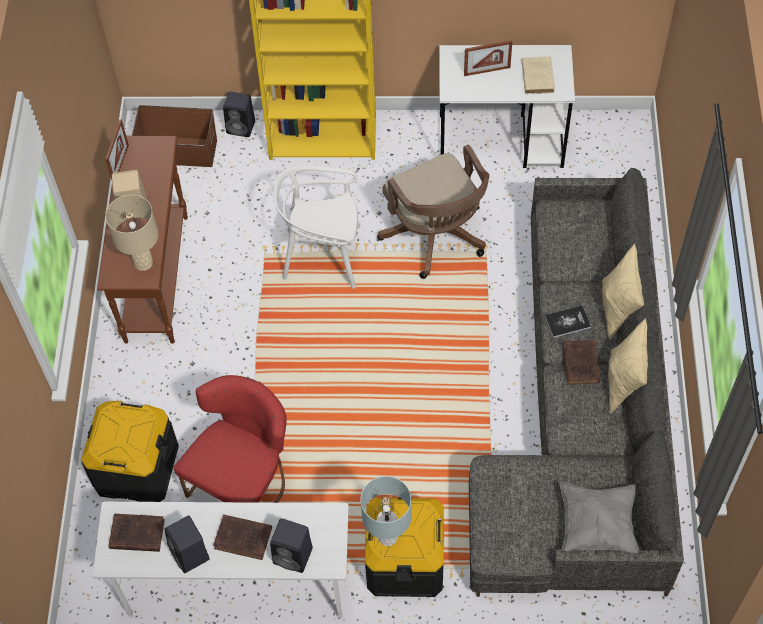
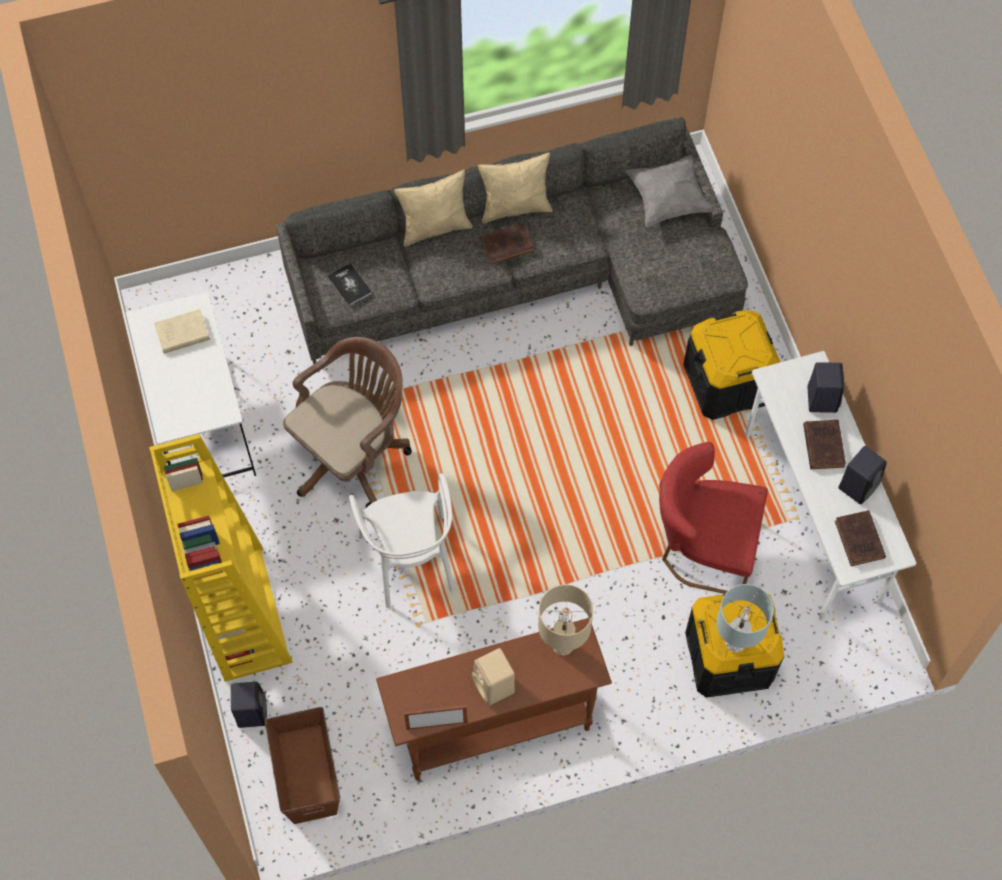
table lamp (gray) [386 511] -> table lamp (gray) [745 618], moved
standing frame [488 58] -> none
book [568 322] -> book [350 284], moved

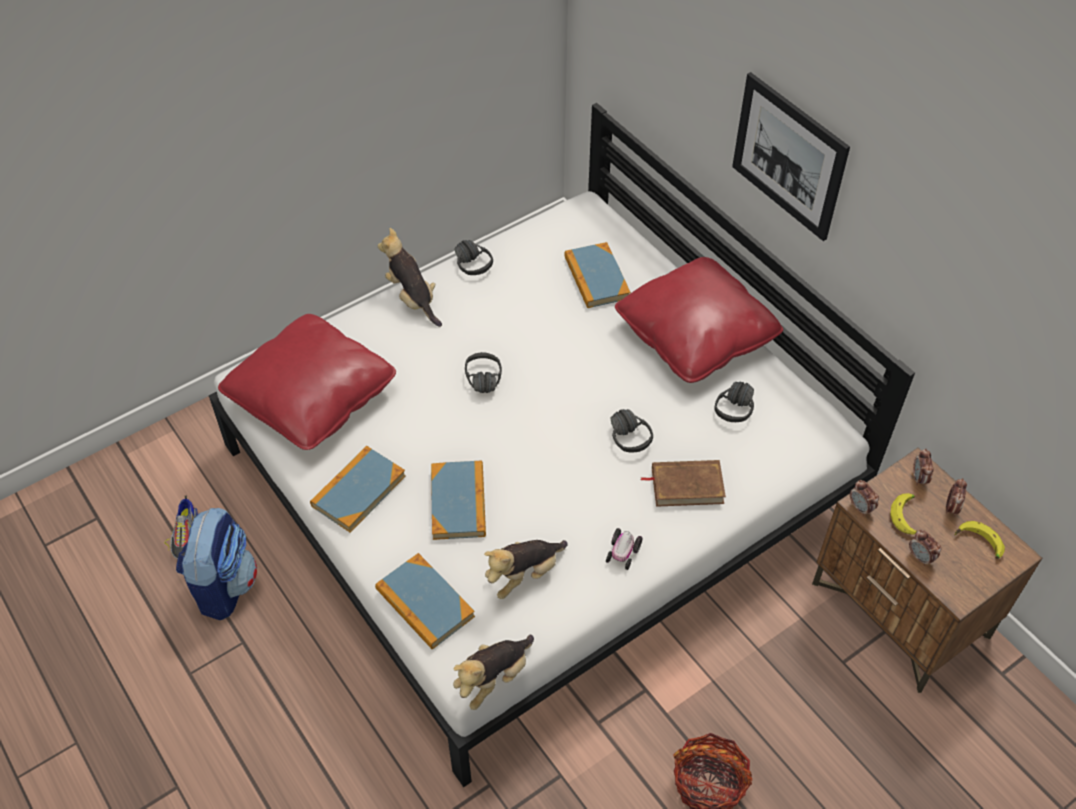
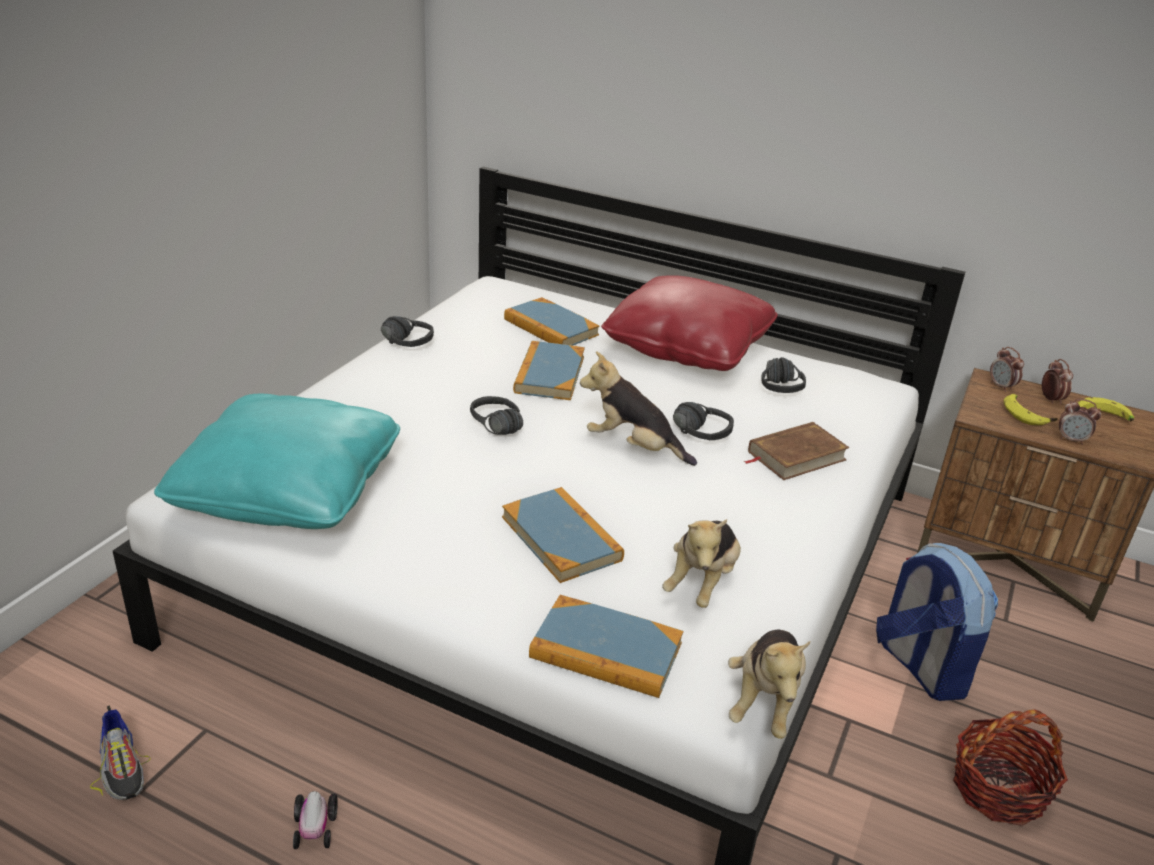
backpack [216 564] -> backpack [937 622], moved
pillow (red) [307 382] -> pillow (turquoise) [277 461]
book [358 489] -> book [549 370], moved
soft toy [410 277] -> soft toy [638 408], moved
model car [624 549] -> model car [315 820], moved
wall art [791 156] -> none
bedside clock [864 498] -> none

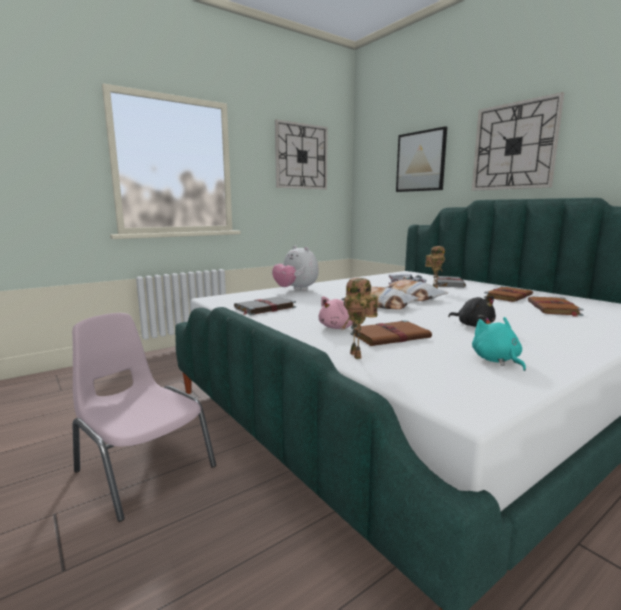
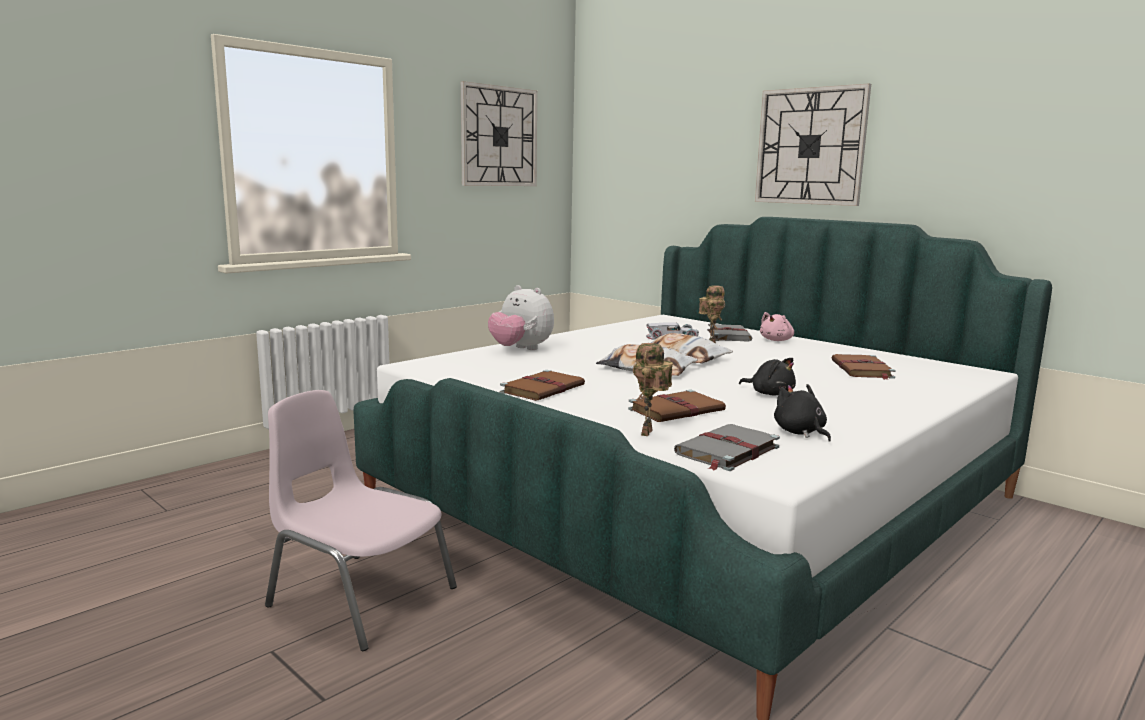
book (gray) [265 305] -> book (gray) [727 447], moved
soft toy (pink) [336 312] -> soft toy (pink) [777 326], moved
model robot [359 318] -> model robot [653 389], 45 degrees clockwise
wall art [421 159] -> none
soft toy (turquoise) [499 344] -> soft toy (black) [802 413]
book (brownish) [508 294] -> book (brownish) [542 385], moved

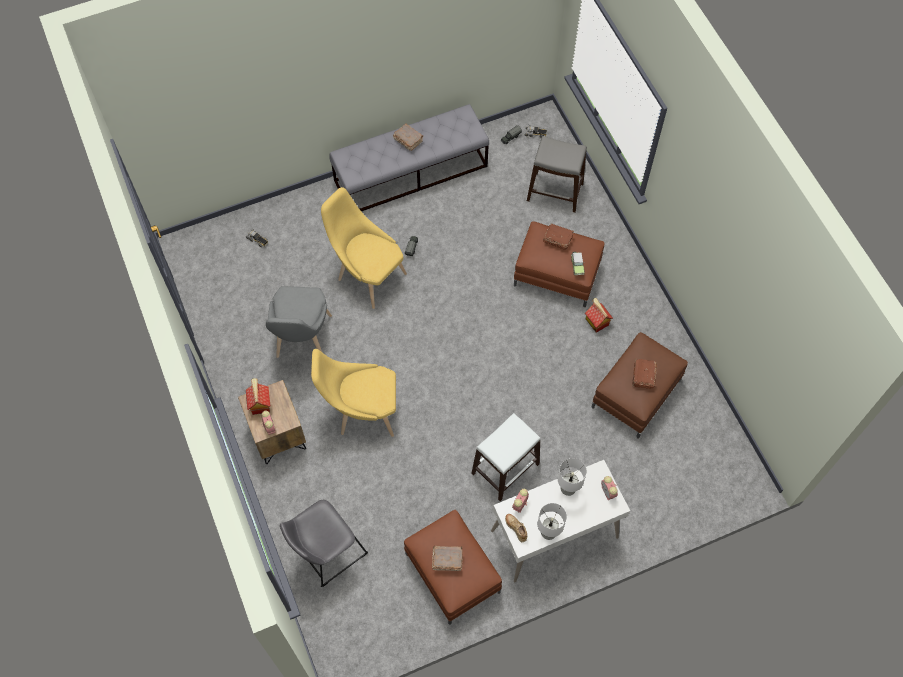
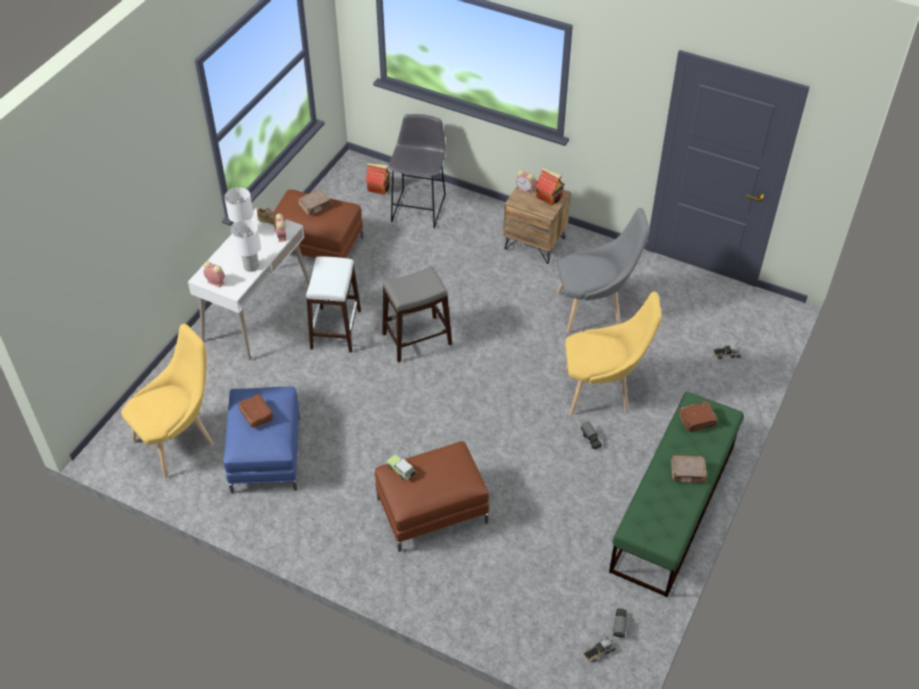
upright chair (gray) [299 322] -> upright chair (gray) [603 270], 120 degrees clockwise
upright chair (yellow) [353 393] -> upright chair (yellow) [167 401], moved
bench (gray) [409 157] -> bench (green-coloured) [676 494]
stool seat (gray) [557 174] -> stool seat (gray) [417 315], moved
book (brownish) [558 236] -> book (brownish) [698 417], moved
model house [599 315] -> model house [377 179], moved
pouffe (brownish) [639 385] -> pouffe (blue-coloured) [262 440]

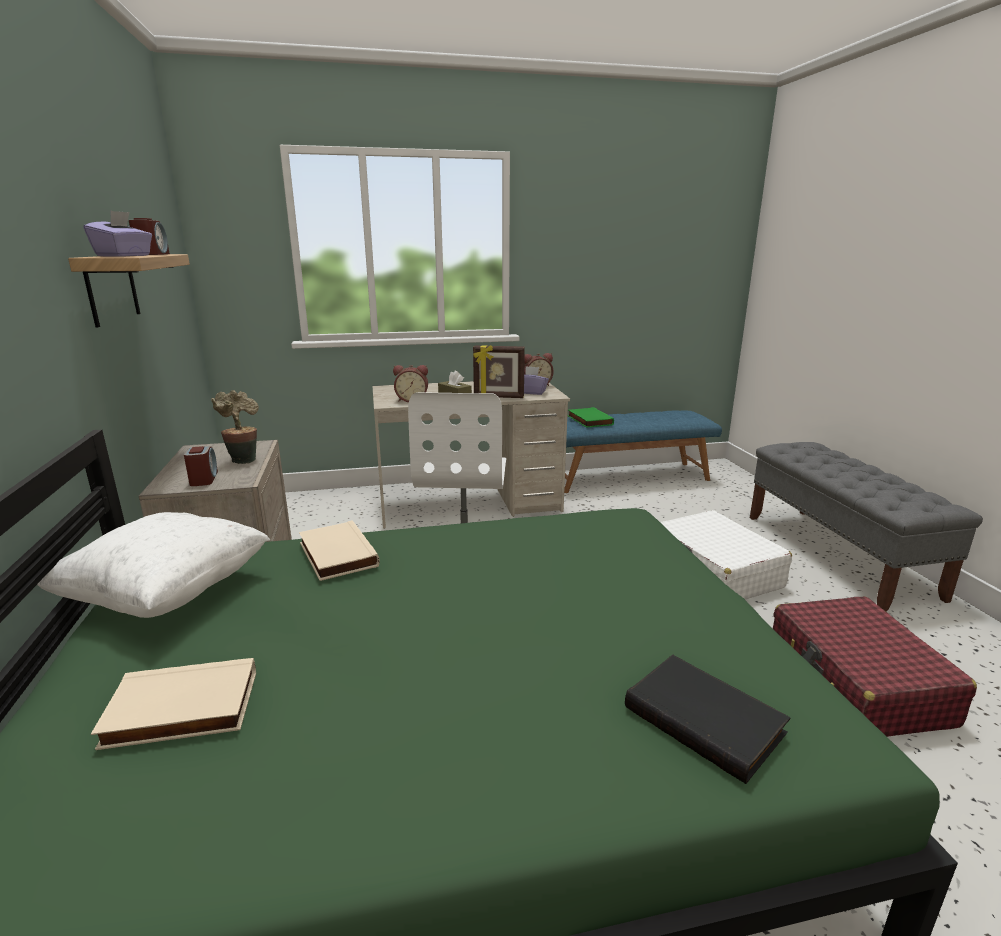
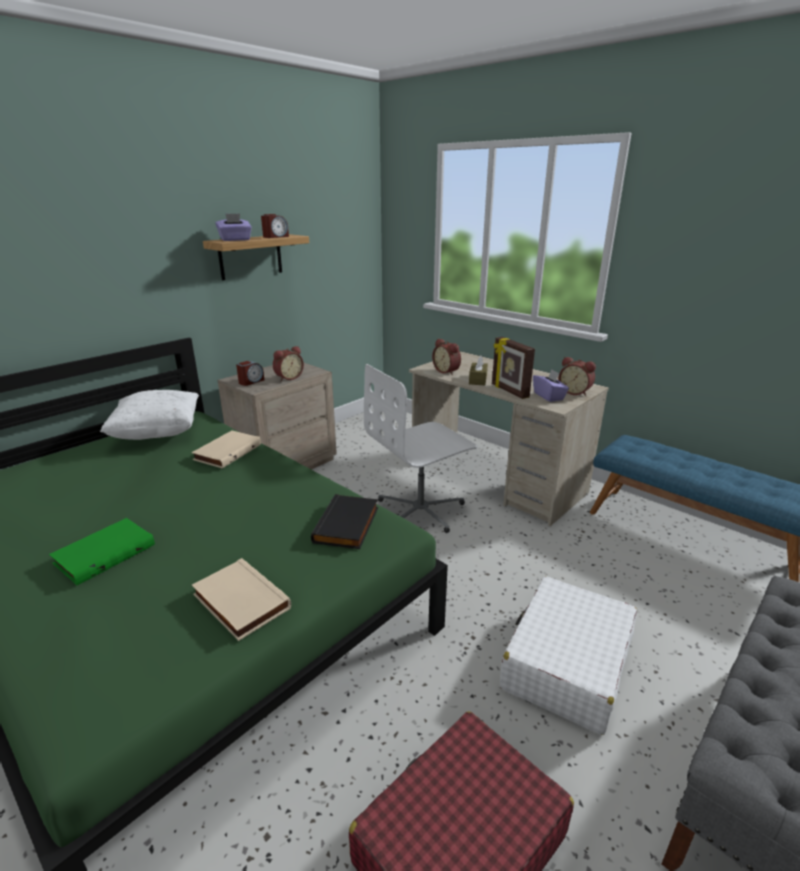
book (beige) [173 704] -> book (beige) [241 599], moved
potted plant [235 427] -> bedside clock [288 363]
book (green-coloured) [591 417] -> book (green-coloured) [102 551], moved
book (black) [708 719] -> book (black) [344 521], moved

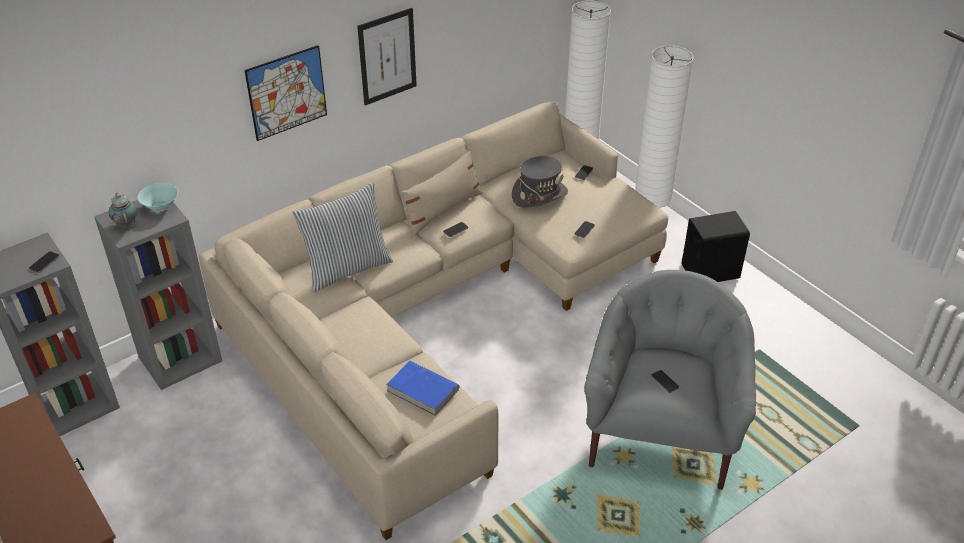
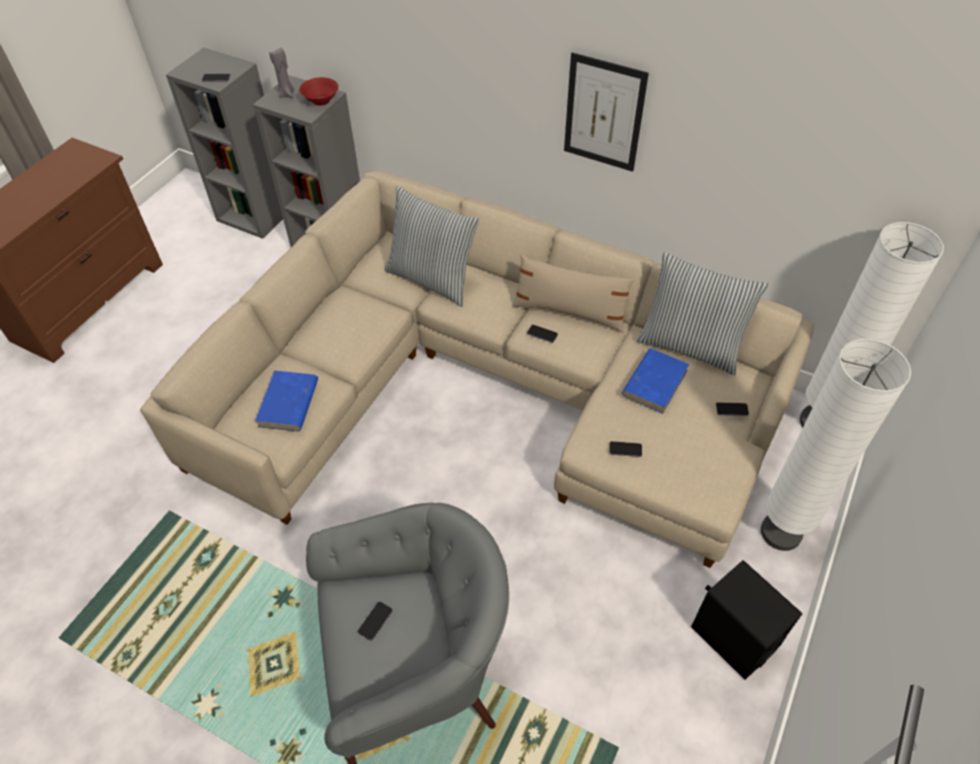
teapot [122 210] -> wax candle (gray) [281 73]
bowl (turquoise) [157 197] -> bowl (red) [318 91]
wall art [285 93] -> none
clothing hat (gray) [540 182] -> book (blue-coloured) [655 381]
none -> pillow [703 314]

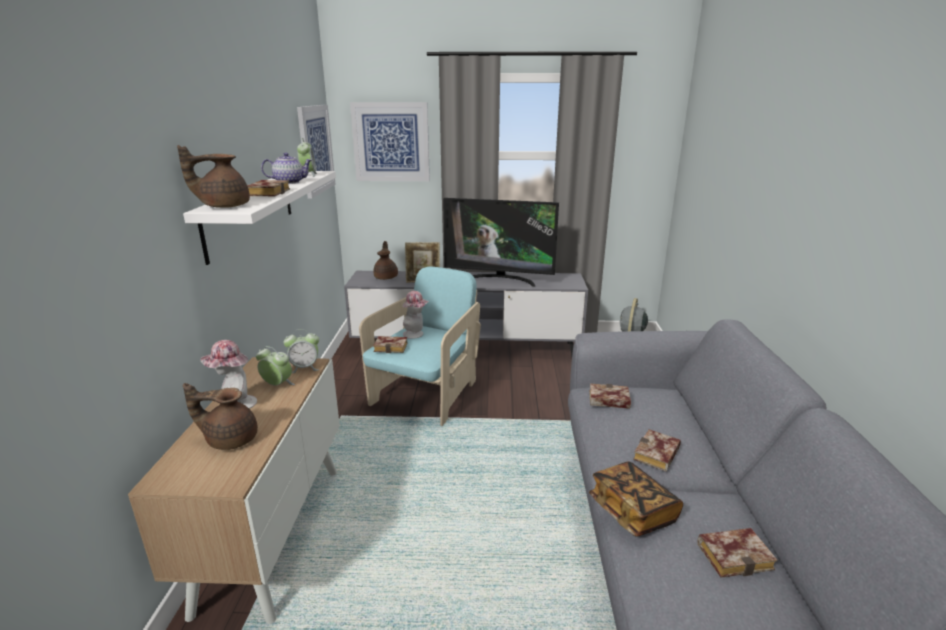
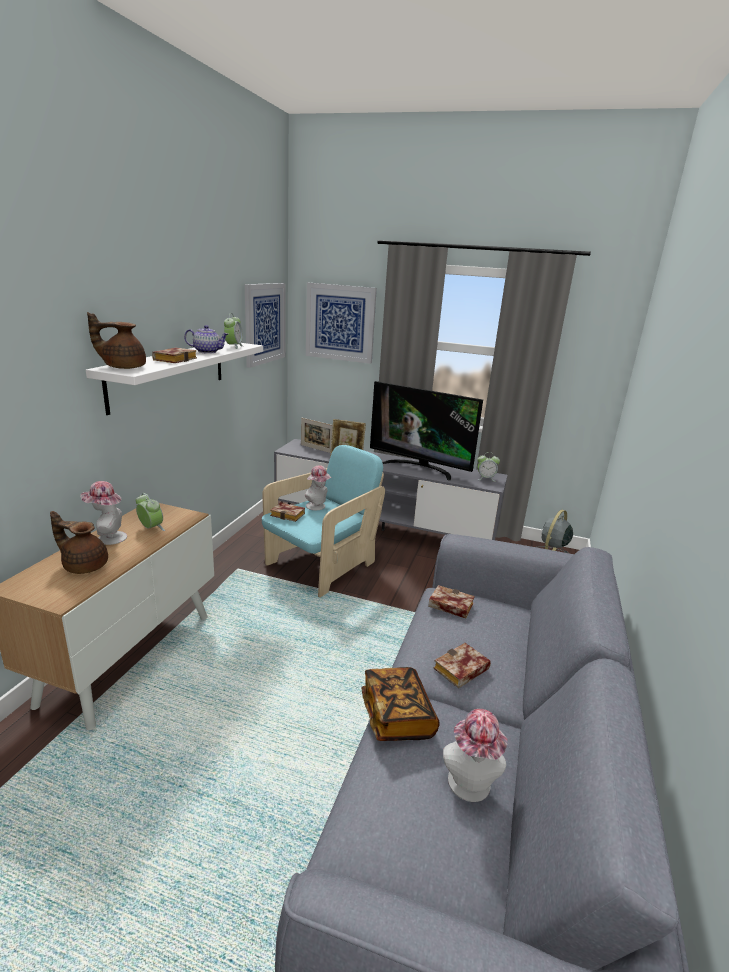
bedside clock [301 351] -> bedside clock [488 467], moved
teapot (brownish) [385 260] -> standing frame [317 435]
book [738 553] -> clothing hat [475 755]

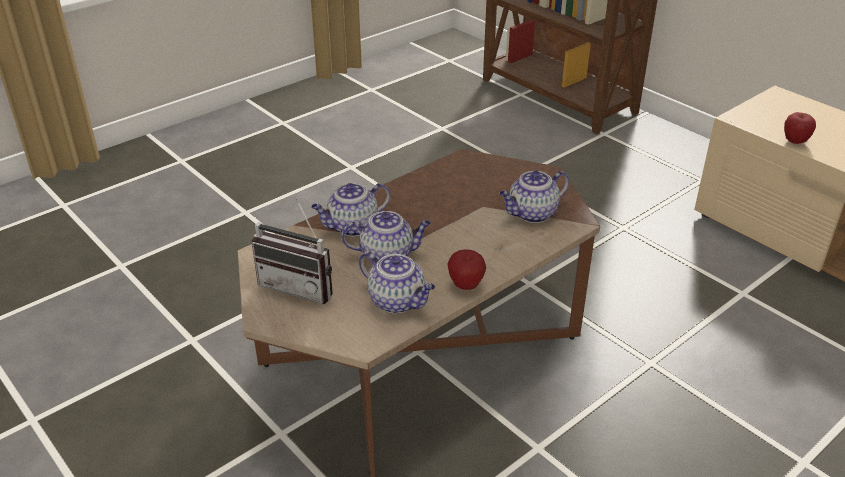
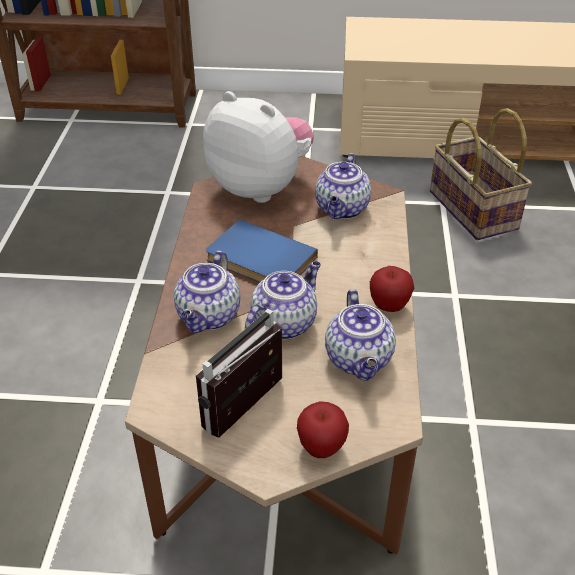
radio receiver [292 250] -> radio receiver [239 373], 150 degrees clockwise
teapot [397 282] -> teapot [360 335], 90 degrees clockwise
apple fruit [800 128] -> apple fruit [323 429], moved
none -> soft toy [258 147]
none -> book (blue-coloured) [262 251]
none -> basket [481 174]

